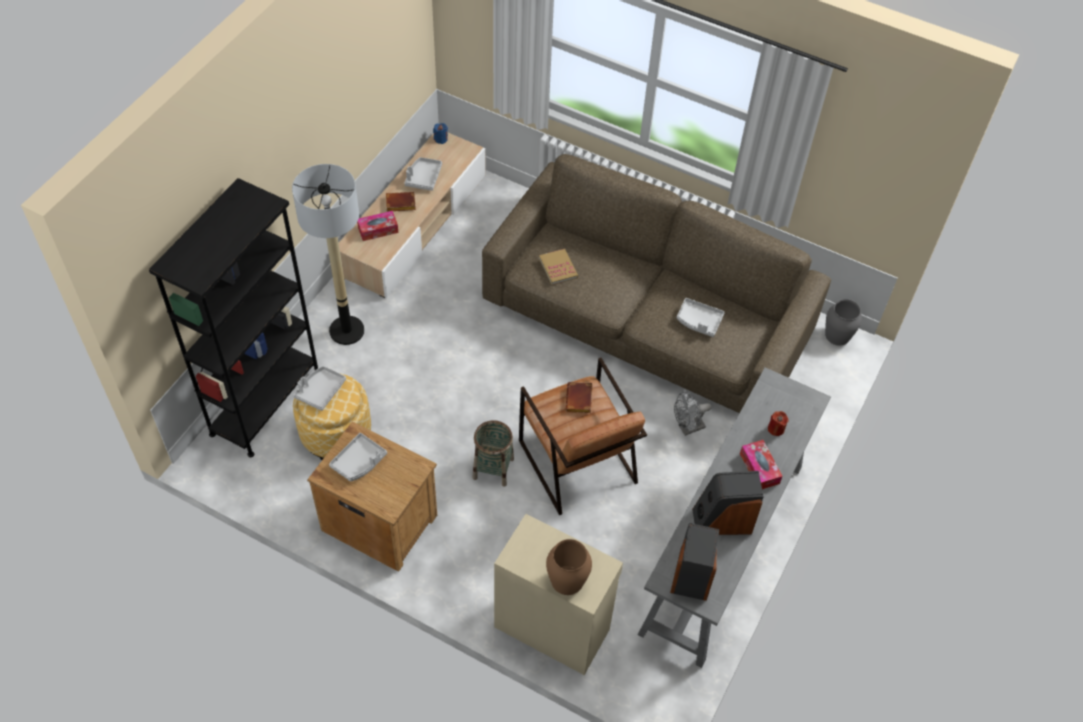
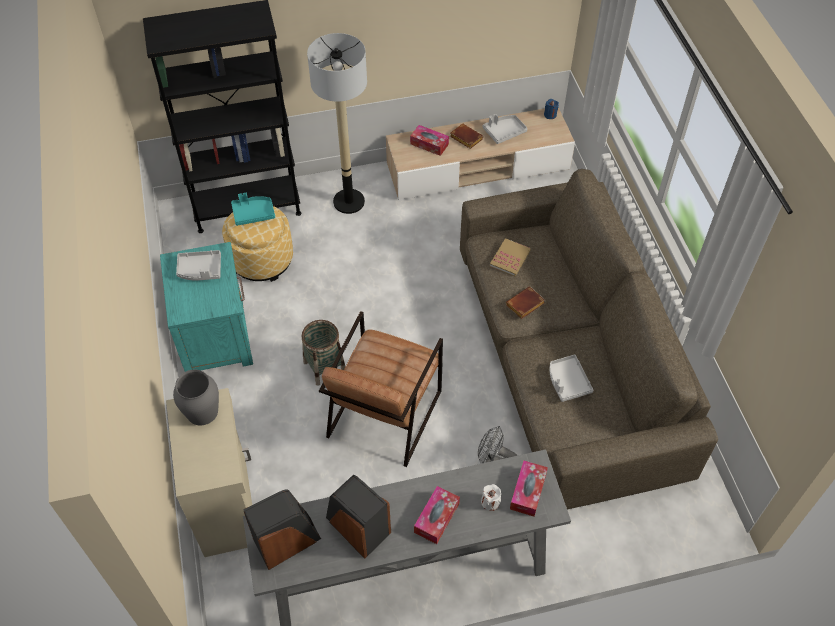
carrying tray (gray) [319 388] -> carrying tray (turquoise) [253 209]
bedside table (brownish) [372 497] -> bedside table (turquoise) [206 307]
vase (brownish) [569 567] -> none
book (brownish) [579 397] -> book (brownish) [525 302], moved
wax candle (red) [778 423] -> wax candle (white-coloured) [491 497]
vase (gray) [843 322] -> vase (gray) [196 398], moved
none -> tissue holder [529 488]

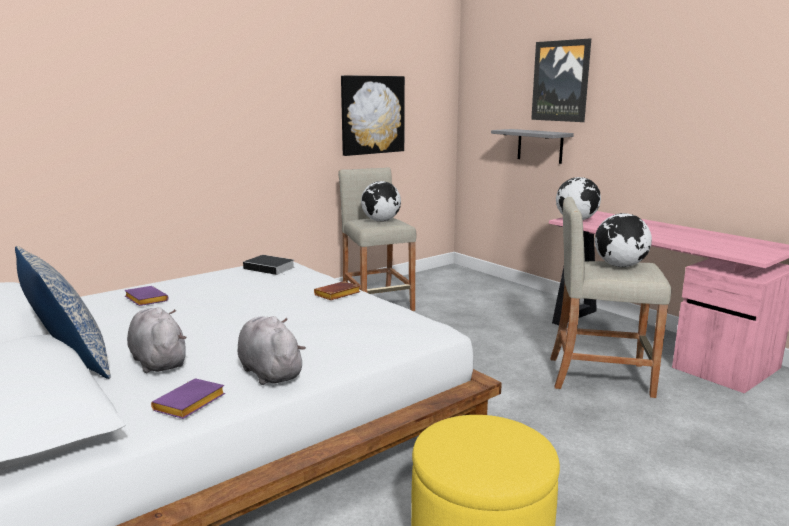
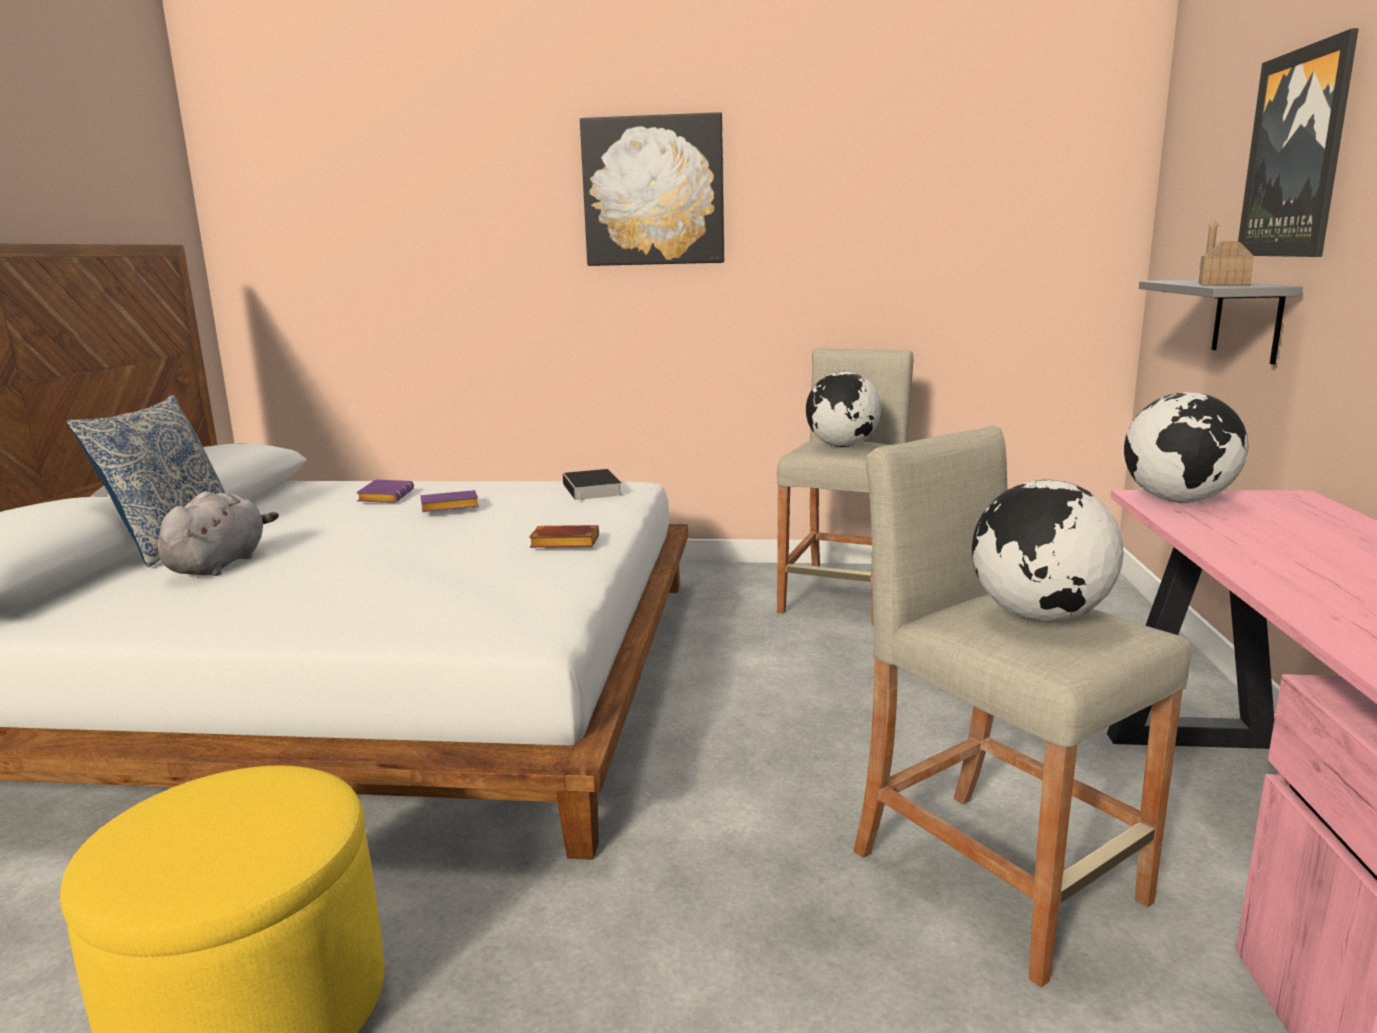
book (purple) [188 398] -> book (purple) [450 501], moved
soft toy (gray) [272 350] -> none
wall art [373 115] -> wall art [652 189], moved
none -> model house [1225 252]

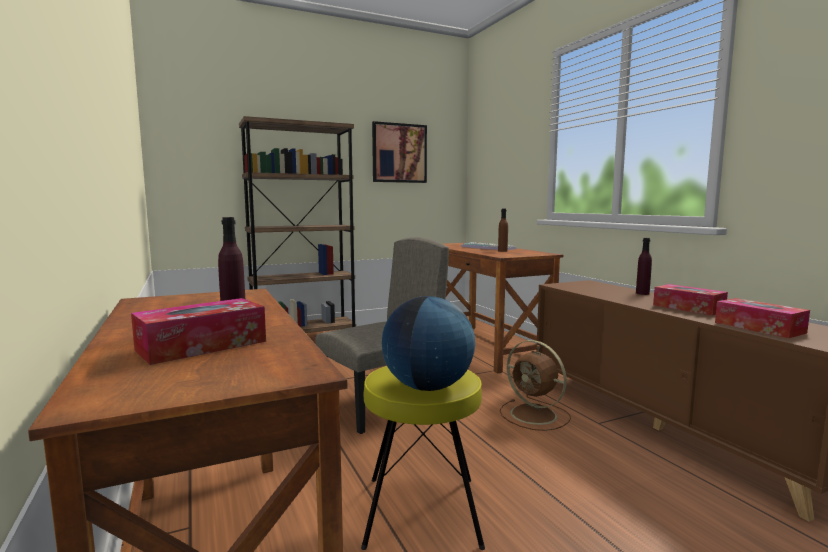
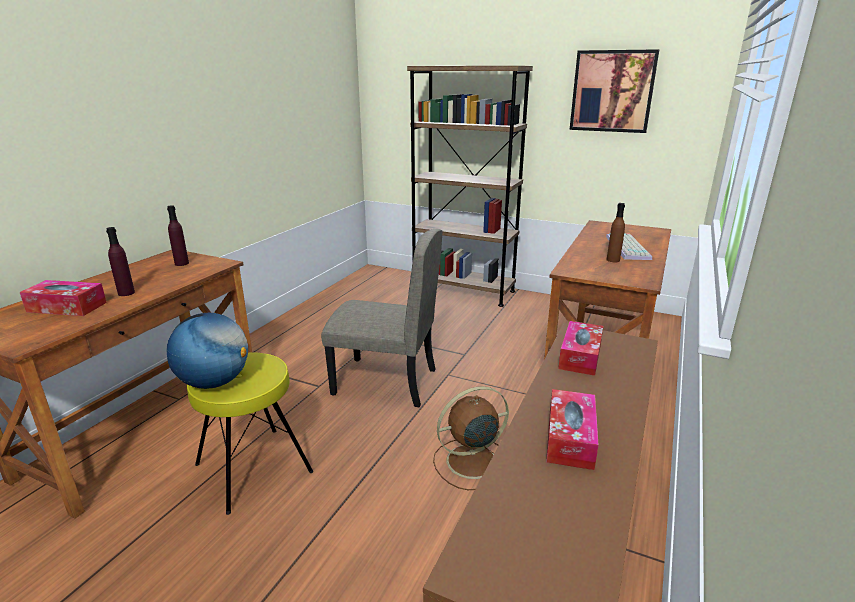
fan (brownish) [535 385] -> fan (brownish) [471 438], 60 degrees clockwise
beverage bottle (purple) [644 266] -> beverage bottle (purple) [178 235], moved
tissue holder [762 318] -> tissue holder [580 348], moved

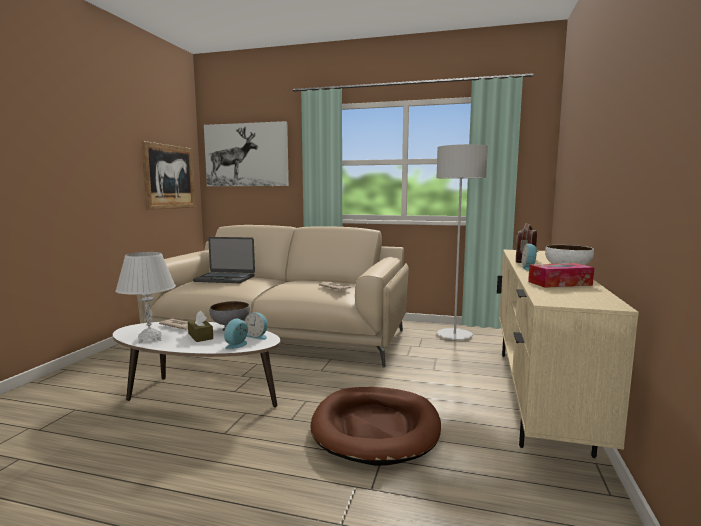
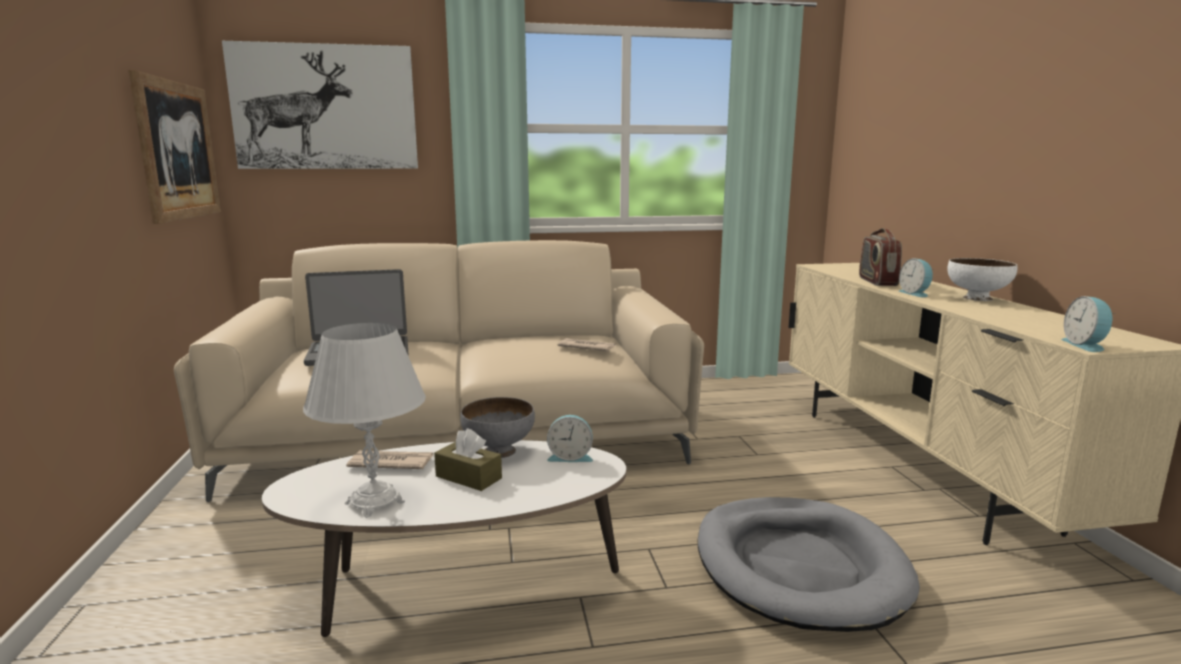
bedside clock [236 333] -> bedside clock [1087 324], moved
dog bed (brownish) [375 426] -> dog bed (gray) [808 564]
floor lamp (gray) [462 242] -> none
tissue holder [561 275] -> none

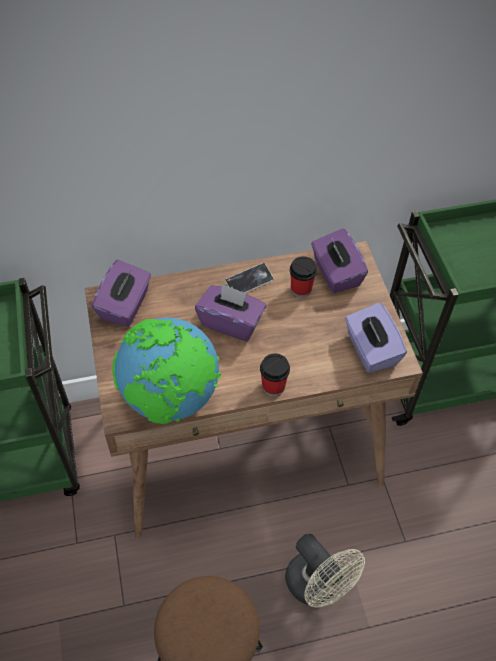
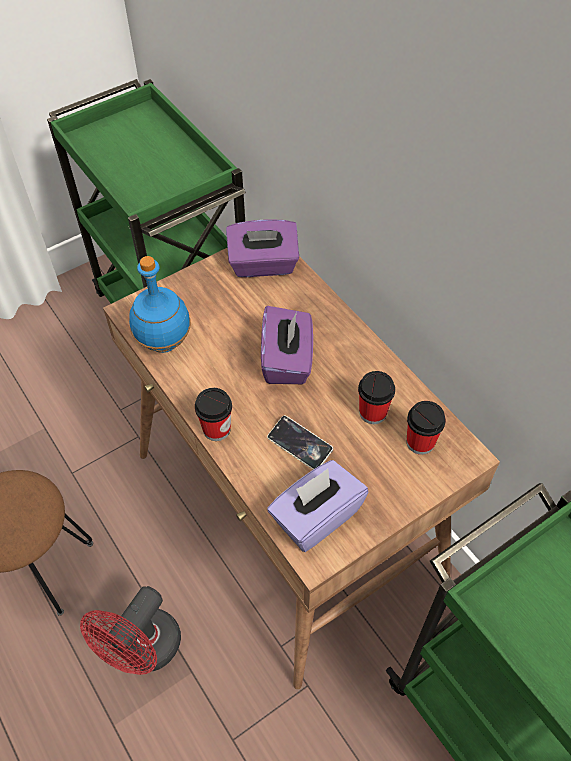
globe [166 371] -> beverage bottle (blue-coloured) [160 304]
phone [249 278] -> phone [300 442], moved
fan (beige) [325 570] -> fan (red) [130 630]
tissue holder (purple) [339 261] -> small cup [426 428]

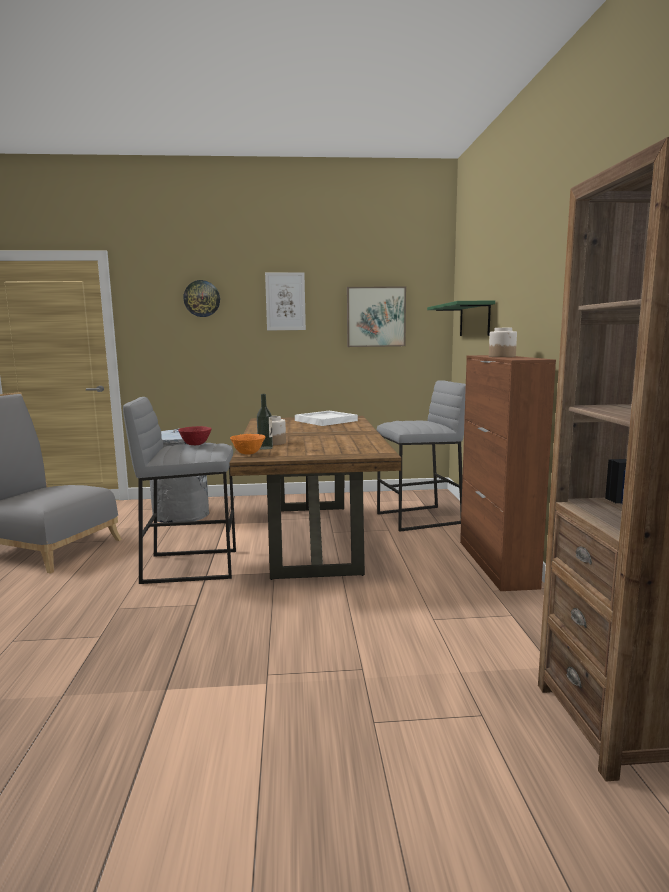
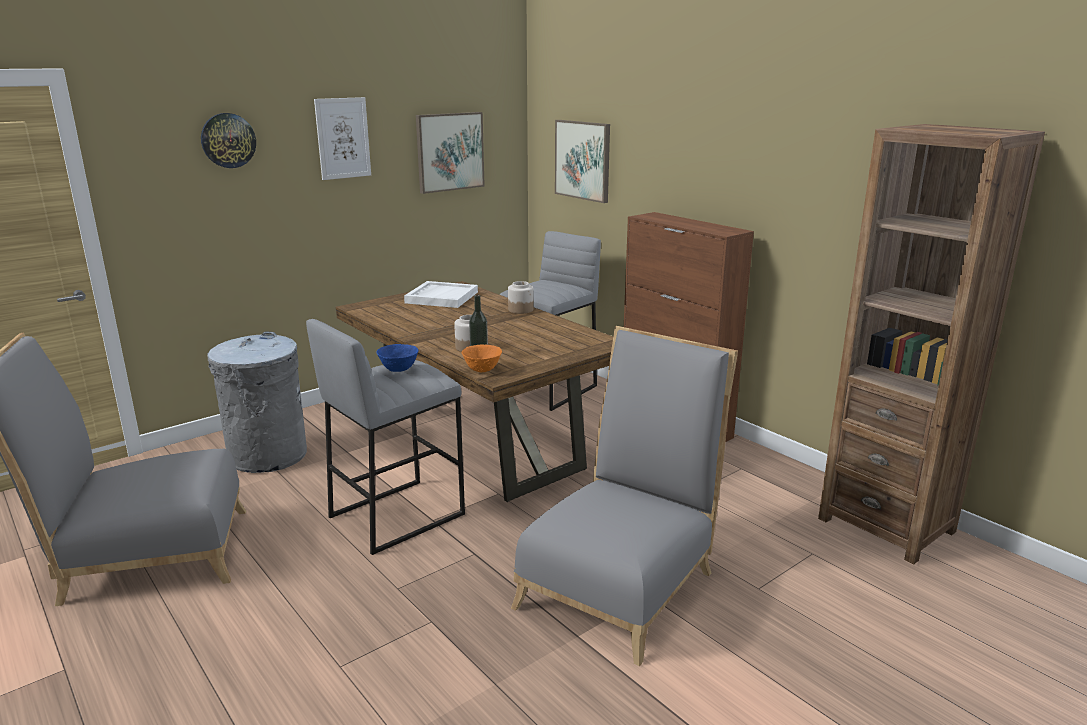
bowl (red) [195 435] -> bowl (blue-coloured) [397 358]
shelf (green-coloured) [461 318] -> wall art [582 161]
preserve jar [503 342] -> preserve jar [521 297], moved
none -> upright chair (gray) [624 496]

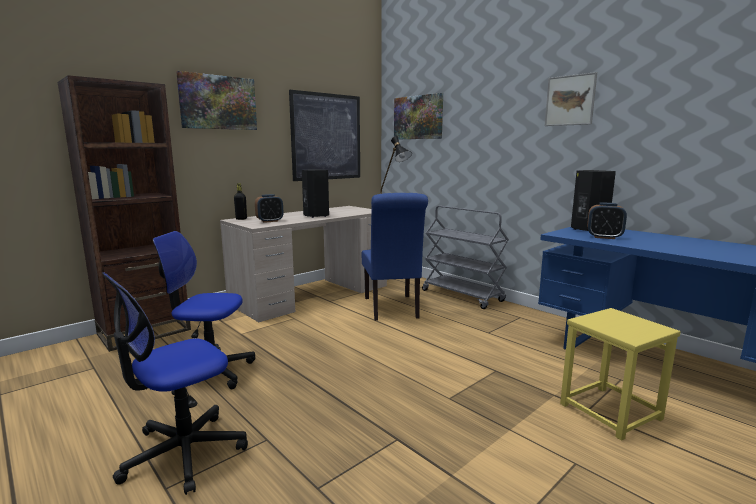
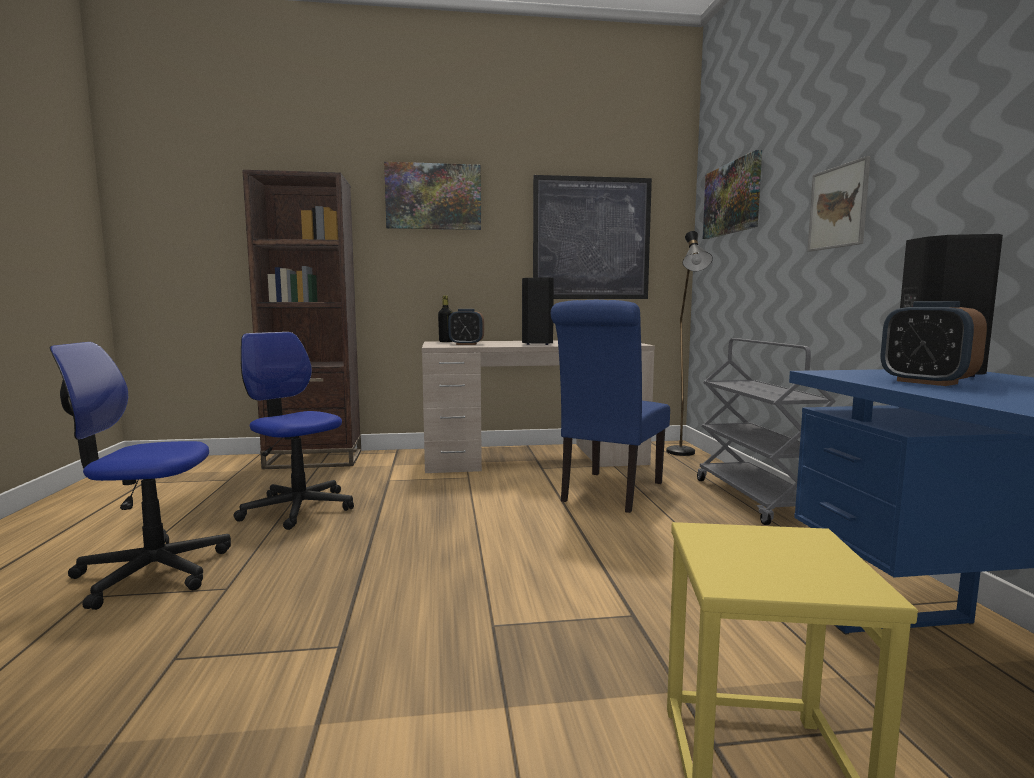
wall art [571 99] -> wall art [839 204], moved

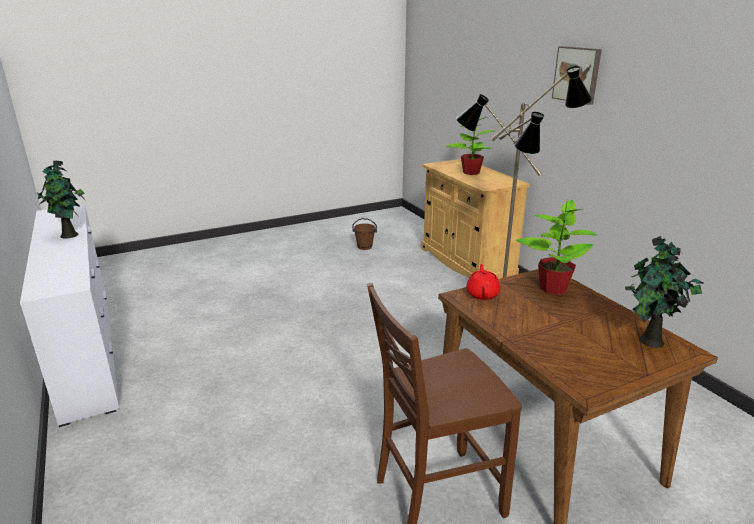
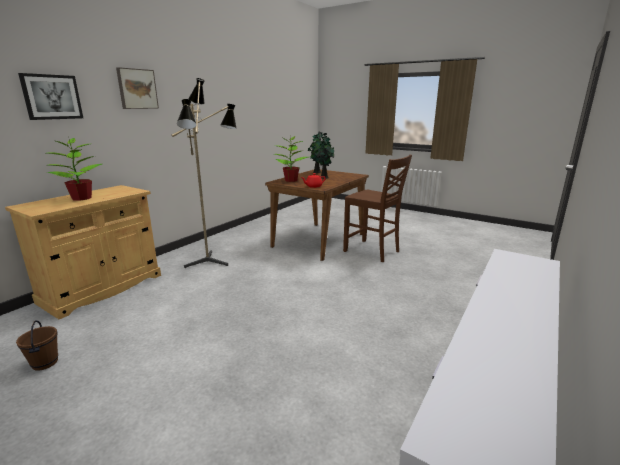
potted plant [61 200] -> potted plant [324 156], moved
none -> wall art [50 96]

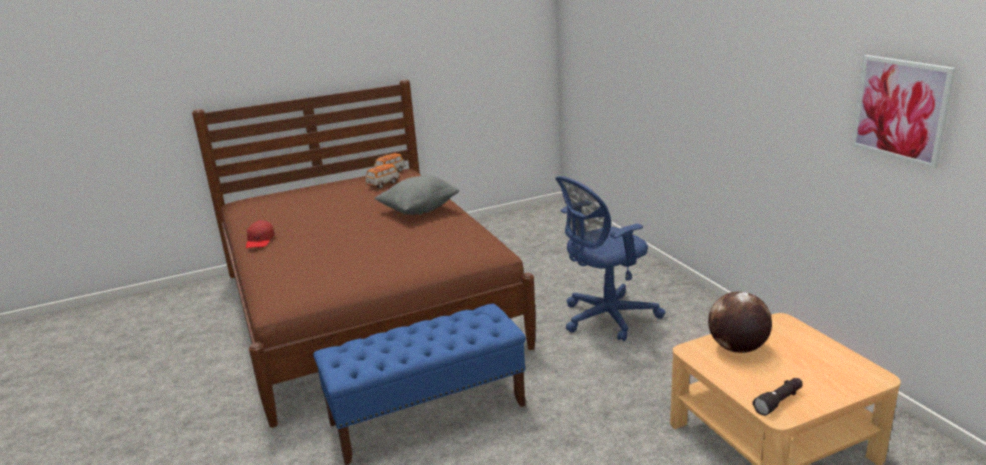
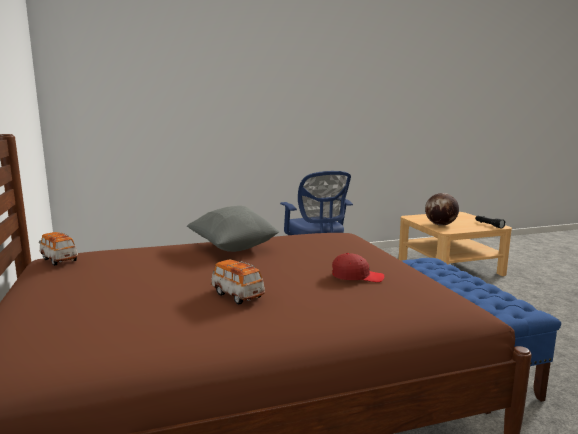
peaked cap (red) [260 234] -> peaked cap (red) [358 267], moved
model car [383 176] -> model car [238 282], moved
wall art [903 112] -> none

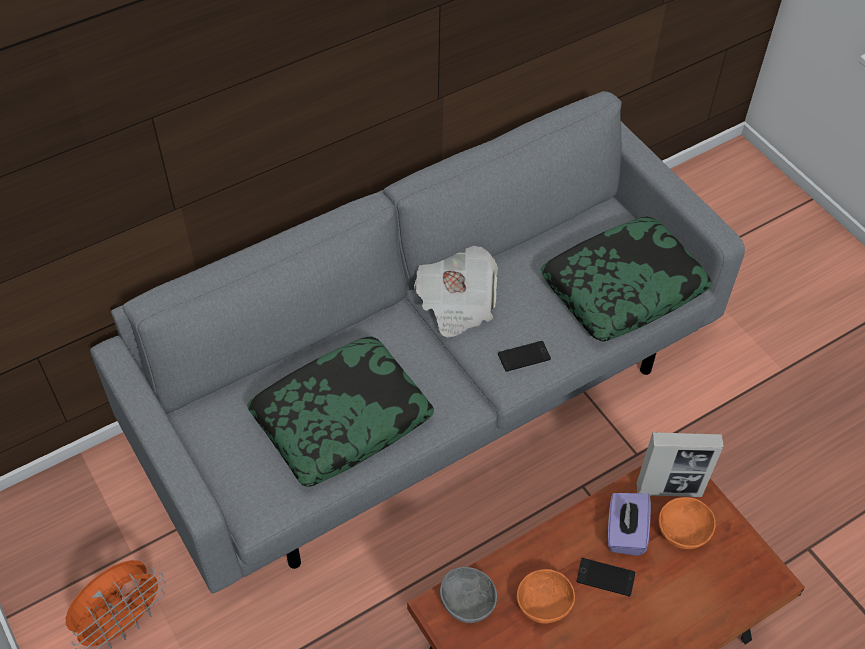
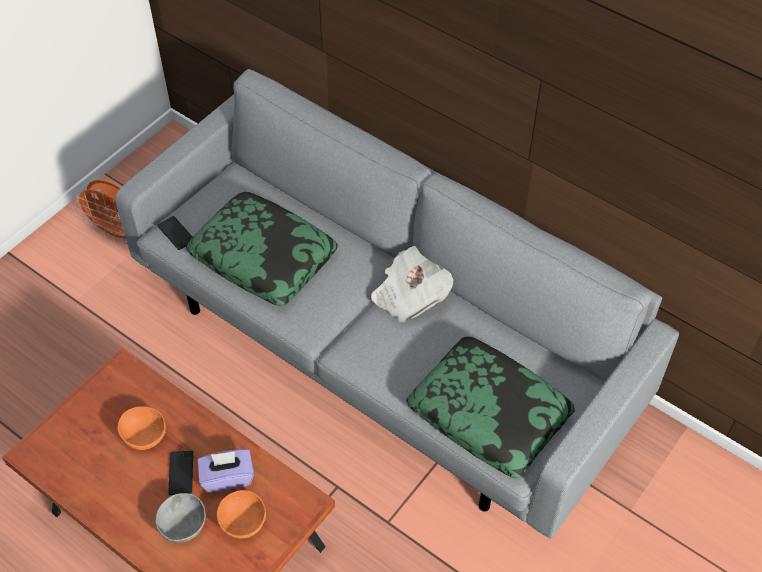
bowl (gray) [468 595] -> bowl (gray) [180 518], moved
phone [524 356] -> phone [174 233], moved
standing frame [679 464] -> none

